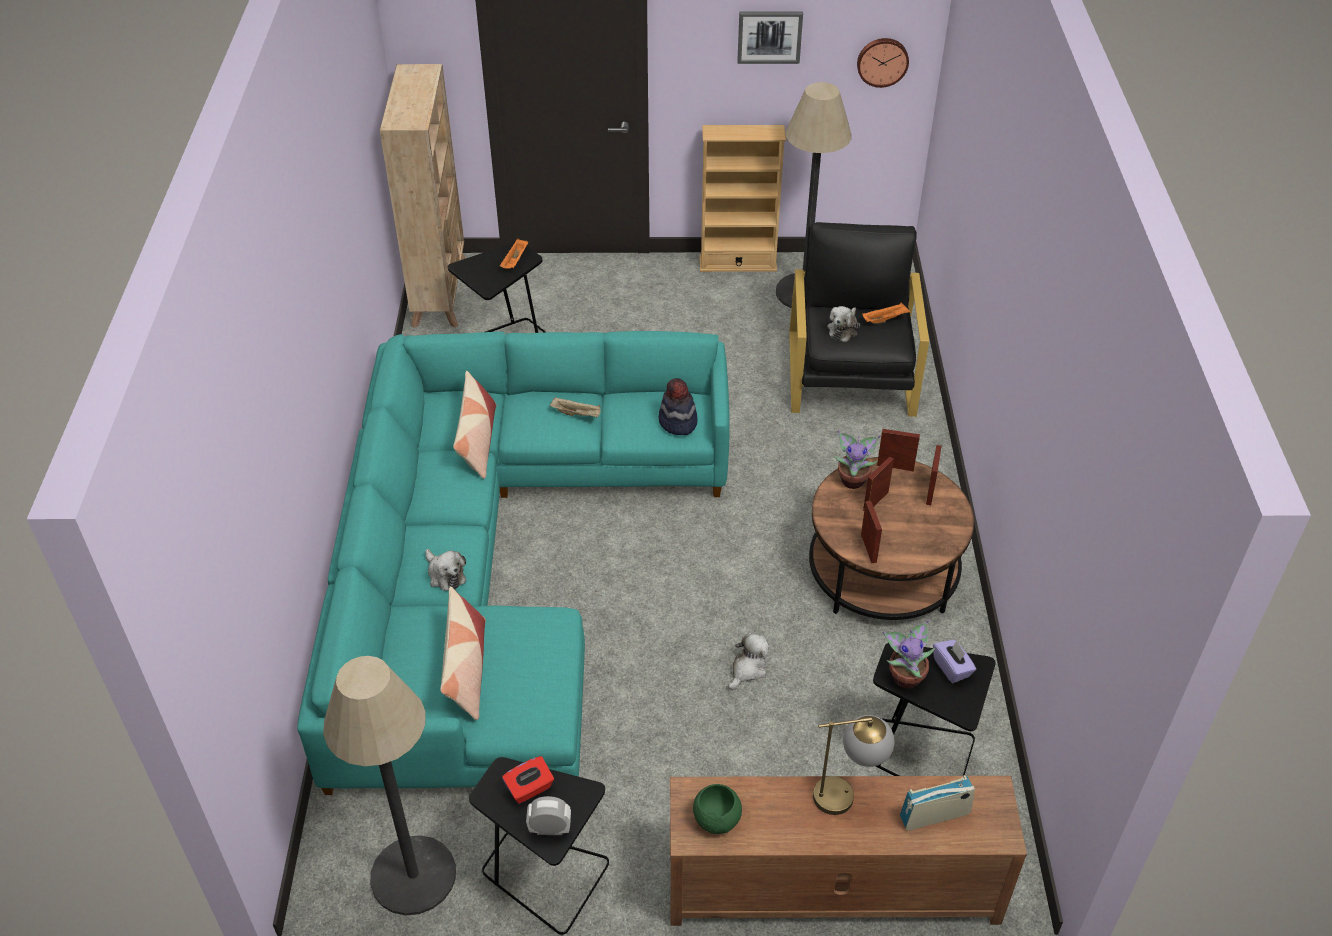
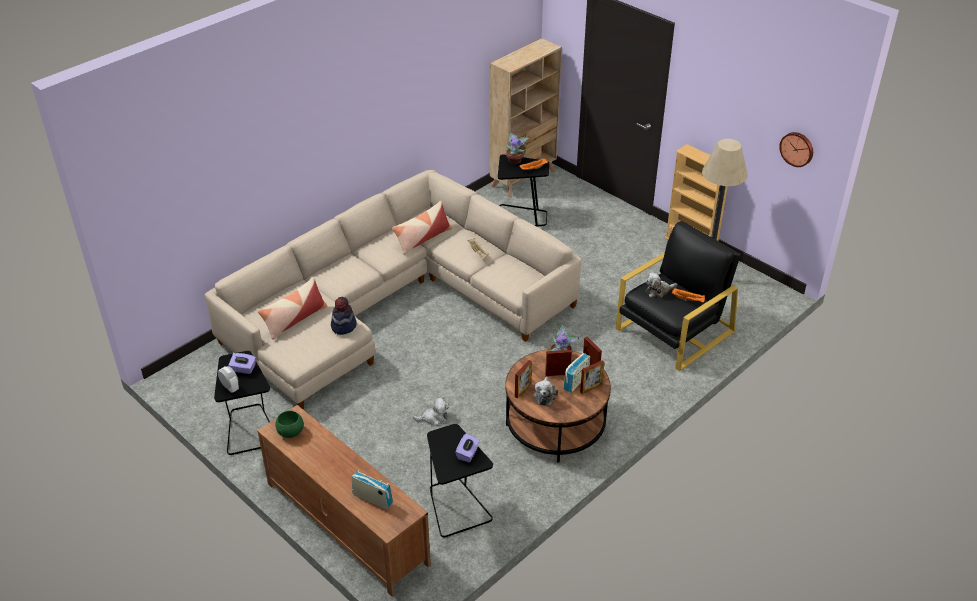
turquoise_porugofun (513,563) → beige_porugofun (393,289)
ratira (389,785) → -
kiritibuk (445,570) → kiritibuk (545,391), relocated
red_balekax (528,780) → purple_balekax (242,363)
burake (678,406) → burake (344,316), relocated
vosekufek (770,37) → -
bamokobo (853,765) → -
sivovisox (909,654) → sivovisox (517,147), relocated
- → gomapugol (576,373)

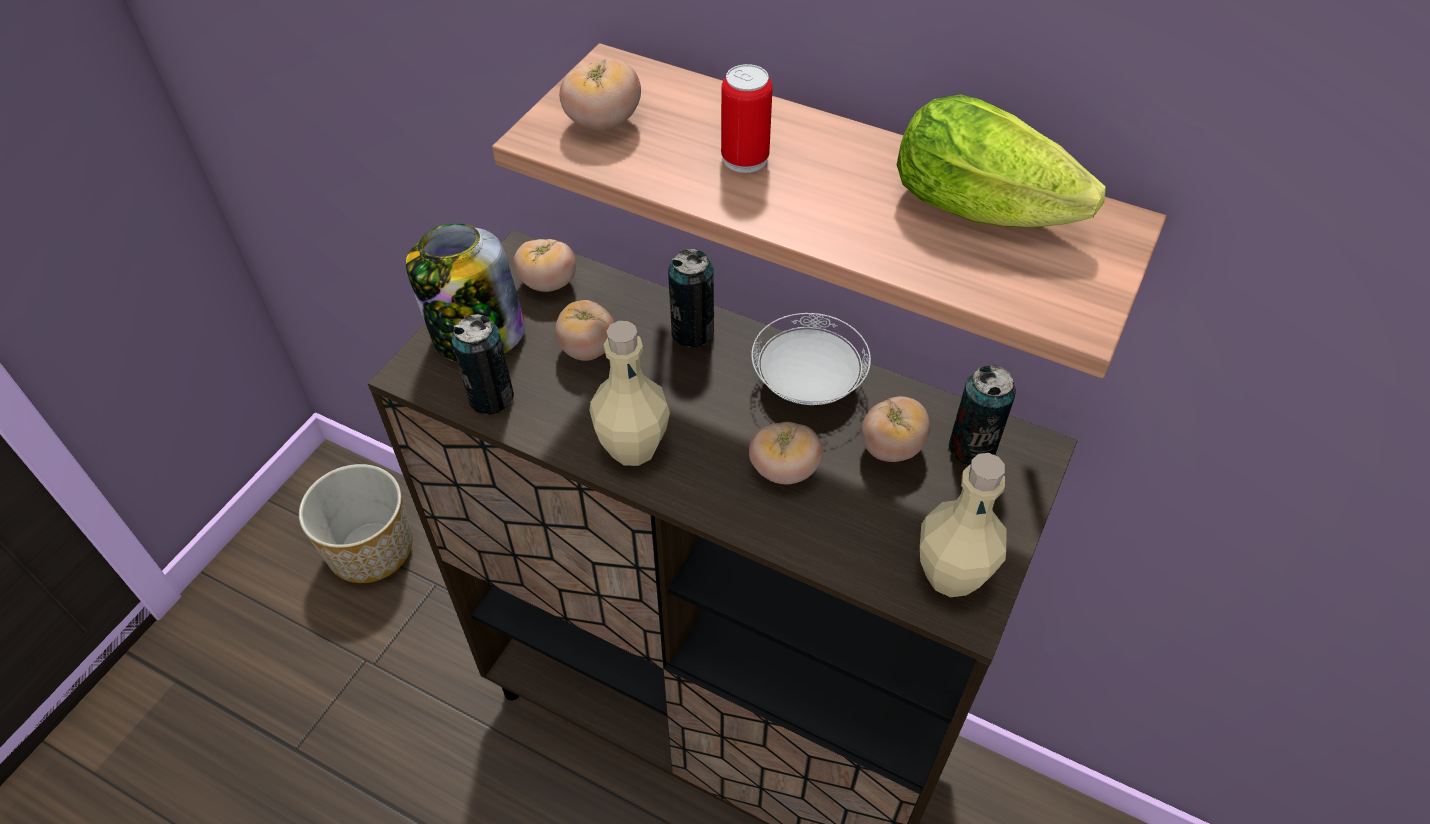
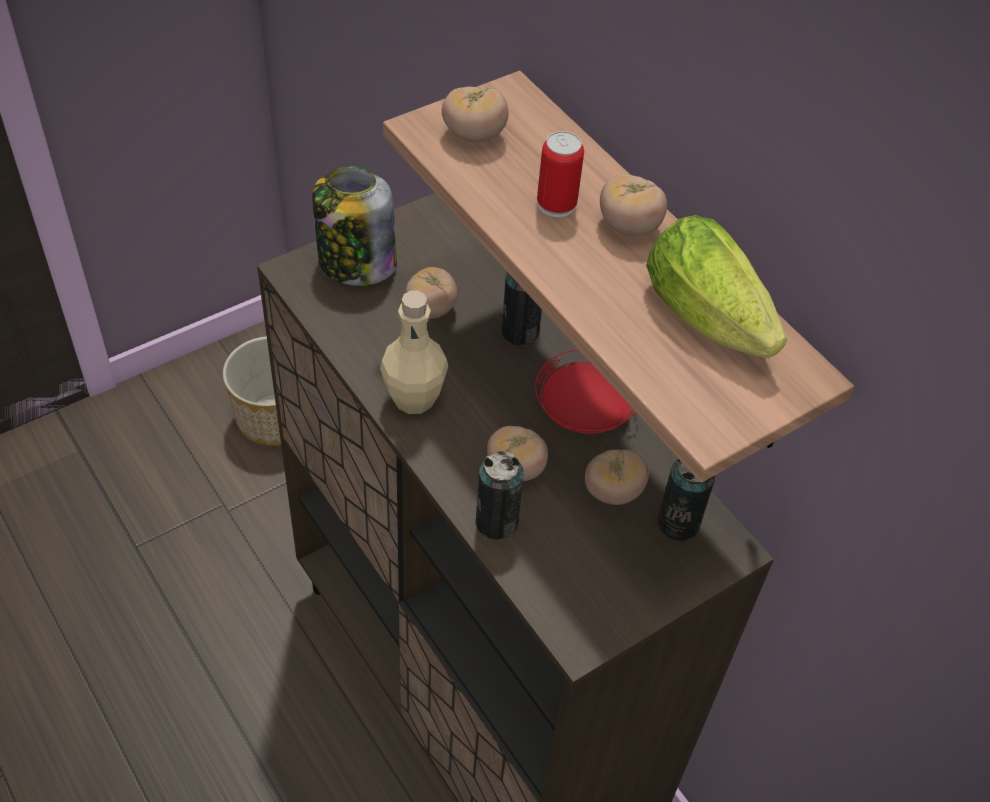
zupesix (482,364) → zupesix (499,495), relocated
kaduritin (544,265) → kaduritin (633,205), relocated
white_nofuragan (811,359) → red_nofuragan (585,391)
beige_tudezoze (963,525) → -

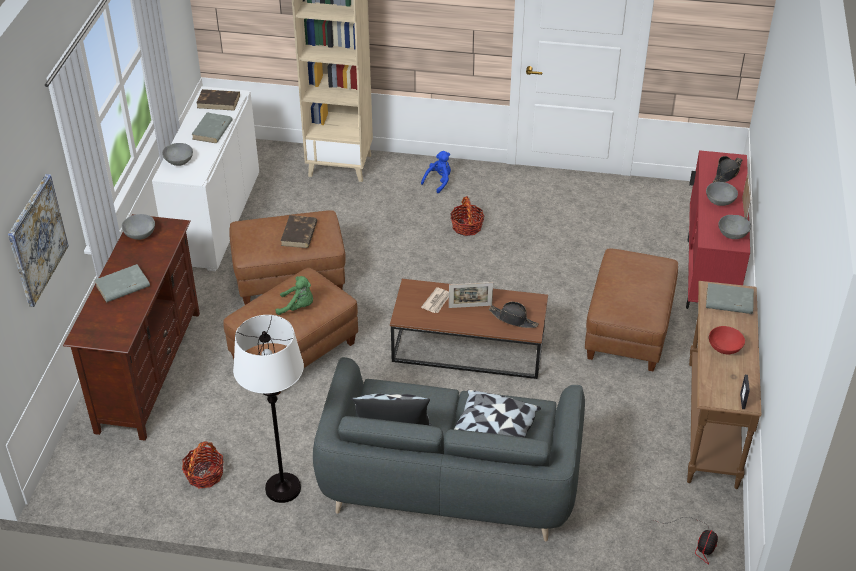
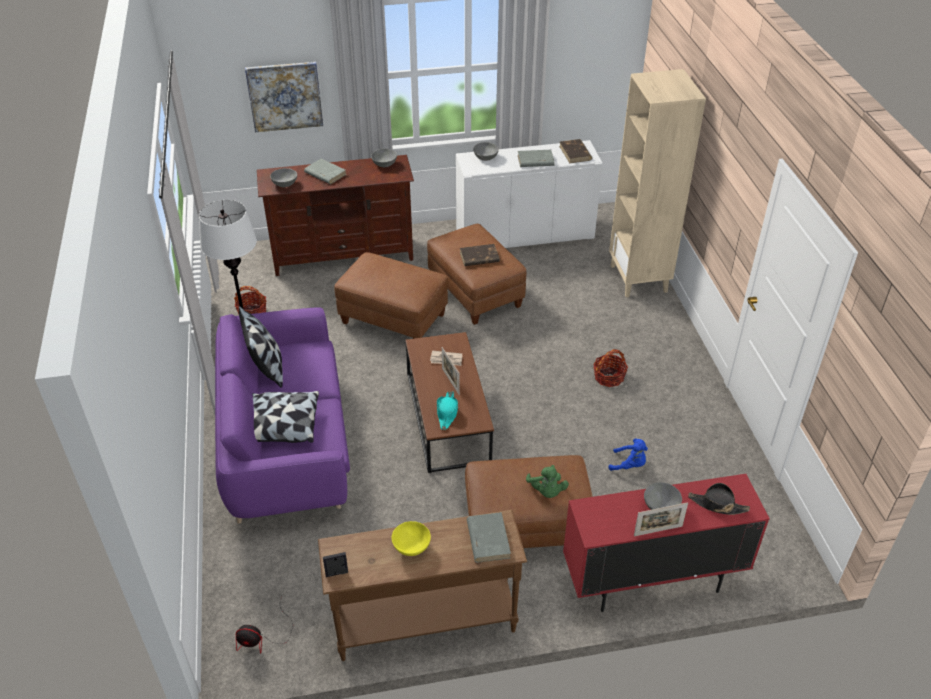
green_kiritibuk (294,295) → green_kiritibuk (547,481), relocated
grey_porugofun (449,449) → purple_porugofun (282,415)
blue_kiritibuk (436,172) → blue_kiritibuk (628,454), relocated
black_burake (514,315) → turquoise_burake (447,410)
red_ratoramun (727,340) → yellow_ratoramun (411,538)
grey_ratoramun (734,227) → grey_ratoramun (283,177), relocated

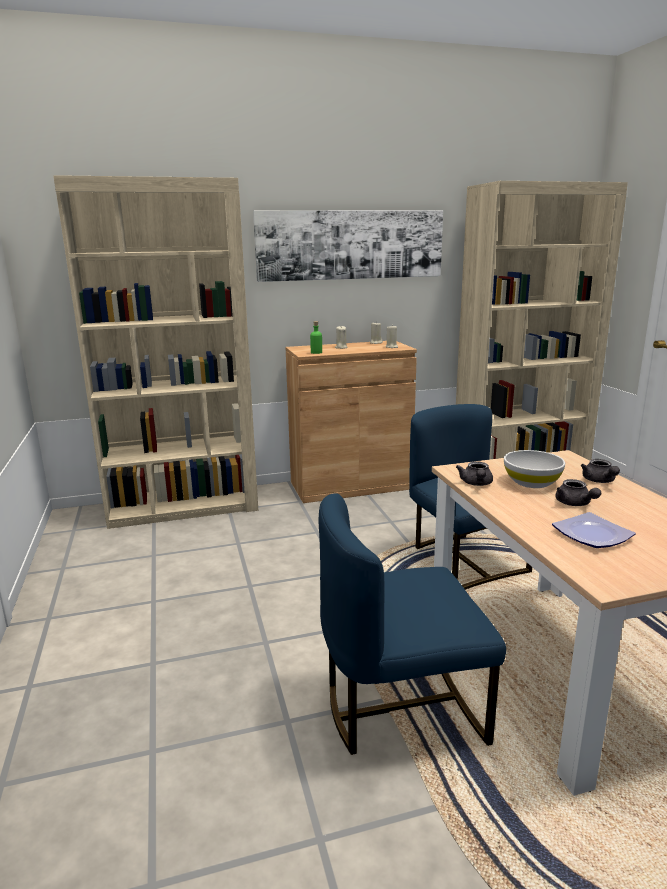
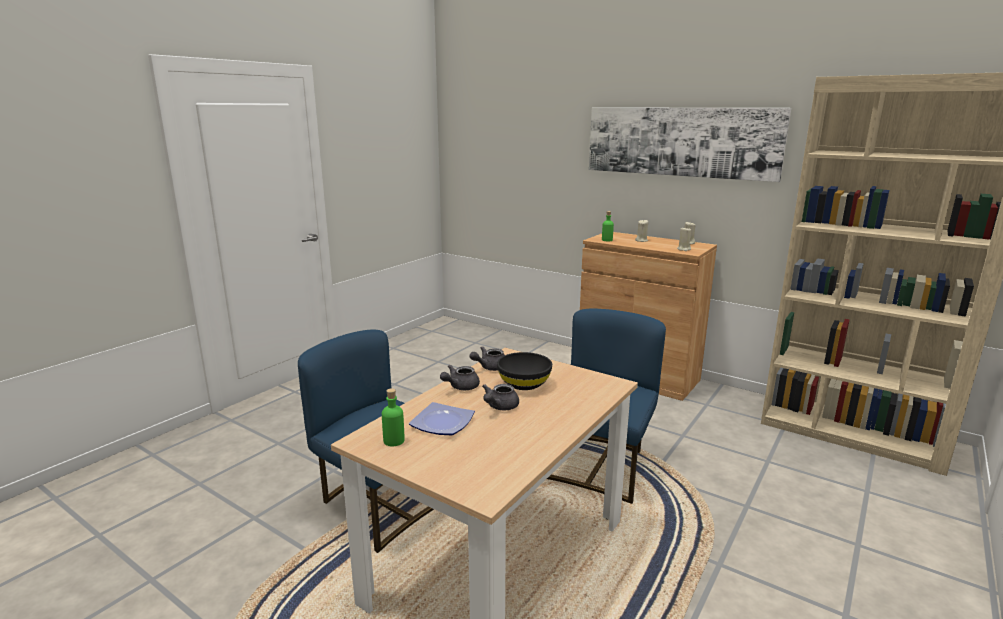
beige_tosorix (155,352) → -
white_ratoramun (534,469) → black_ratoramun (524,371)
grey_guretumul (600,471) → grey_guretumul (460,377), relocated
- → green_tudezoze (393,417)

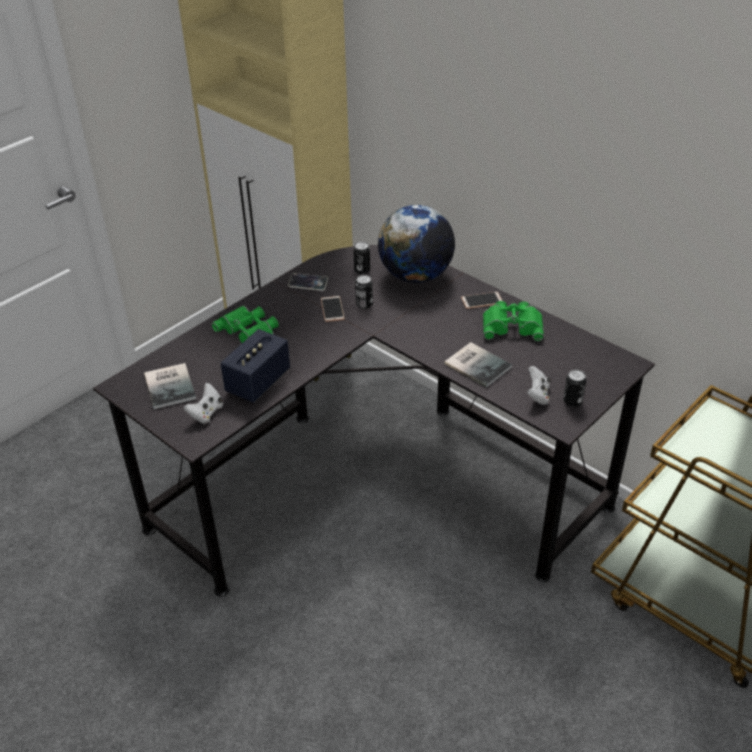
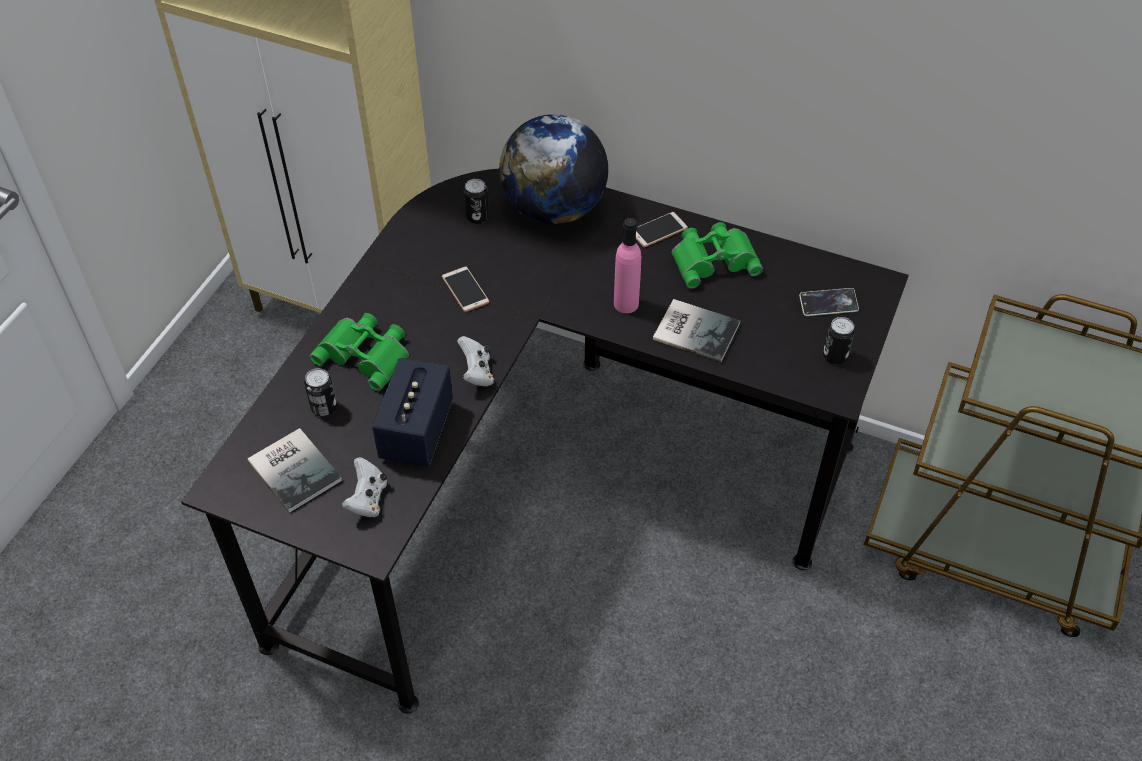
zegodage (308,282) → zegodage (829,302), relocated
zupesix (364,292) → zupesix (320,392), relocated
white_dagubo (539,385) → white_dagubo (475,361), relocated
- → pink_tudezoze (627,265)

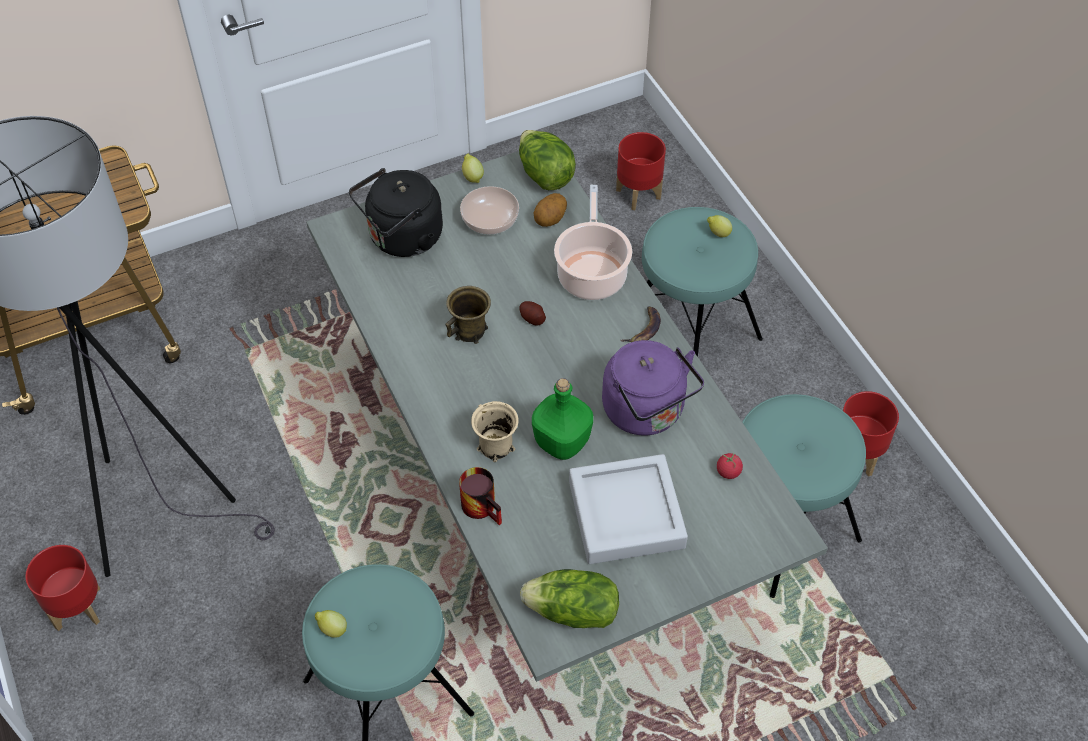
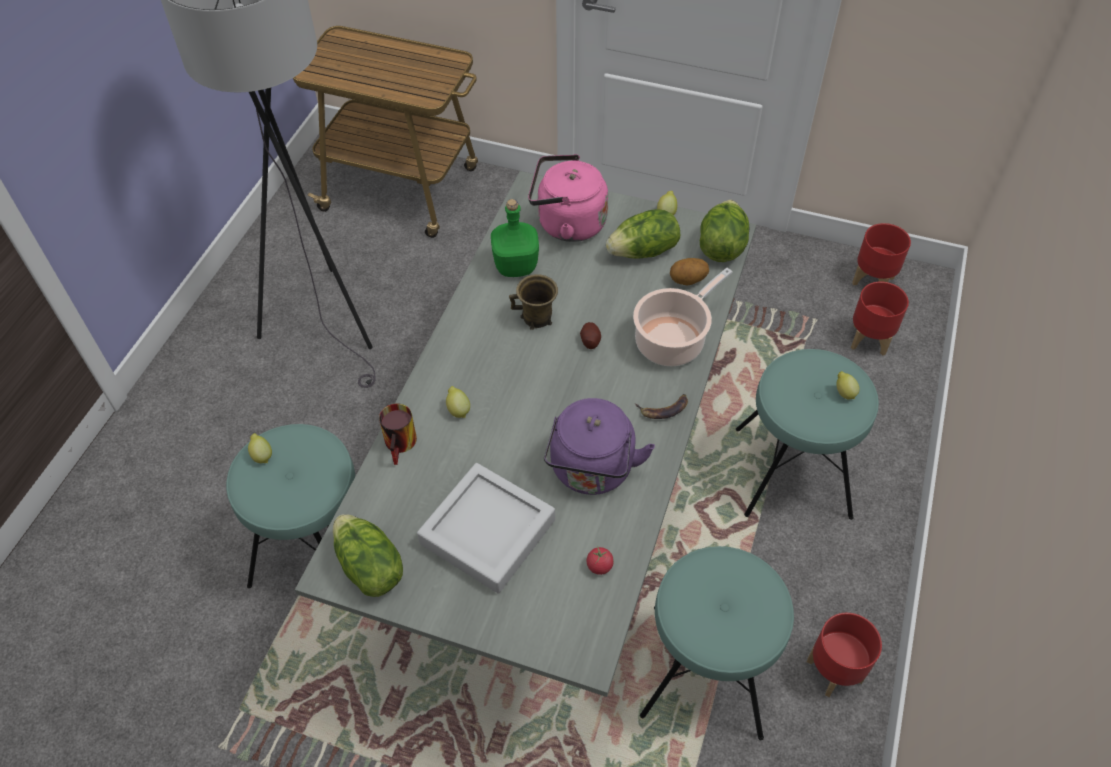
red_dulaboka (62,588) → red_dulaboka (881,254), relocated
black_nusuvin (396,212) → pink_nusuvin (568,198)
ratoramun (489,210) → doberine (643,234)
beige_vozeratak (495,431) → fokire (458,402)
green_tudezoze (562,419) → green_tudezoze (515,238), relocated

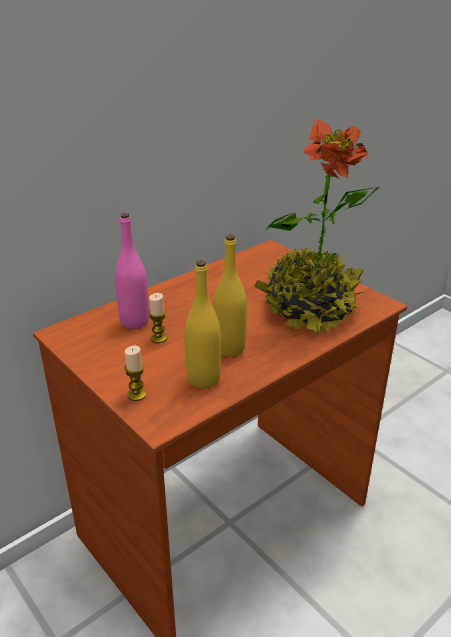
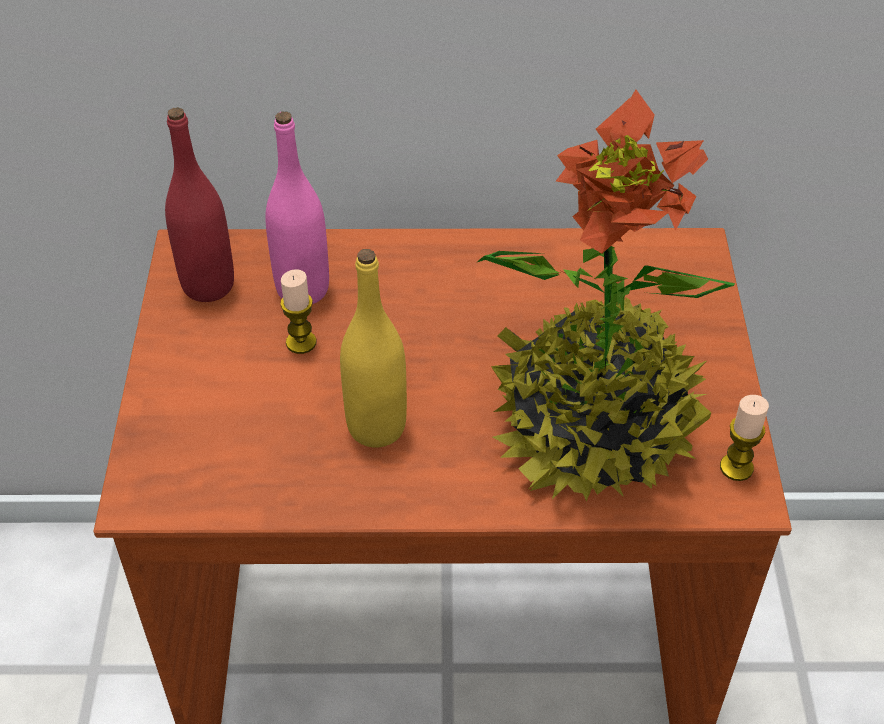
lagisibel (135,373) → lagisibel (744,438), relocated
yellow_tudezoze (203,324) → -
- → red_tudezoze (199,204)

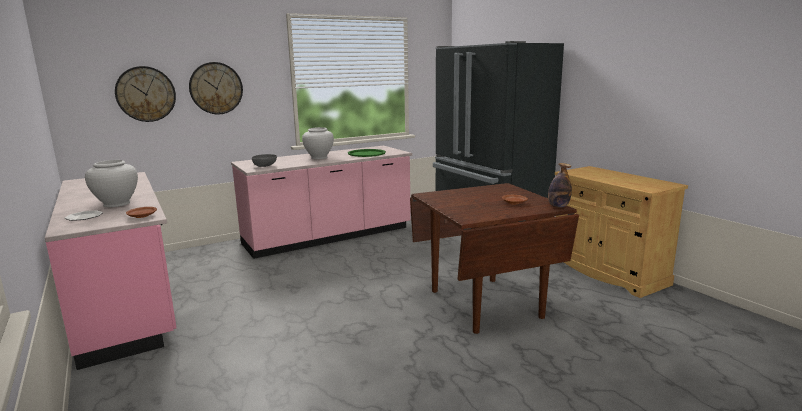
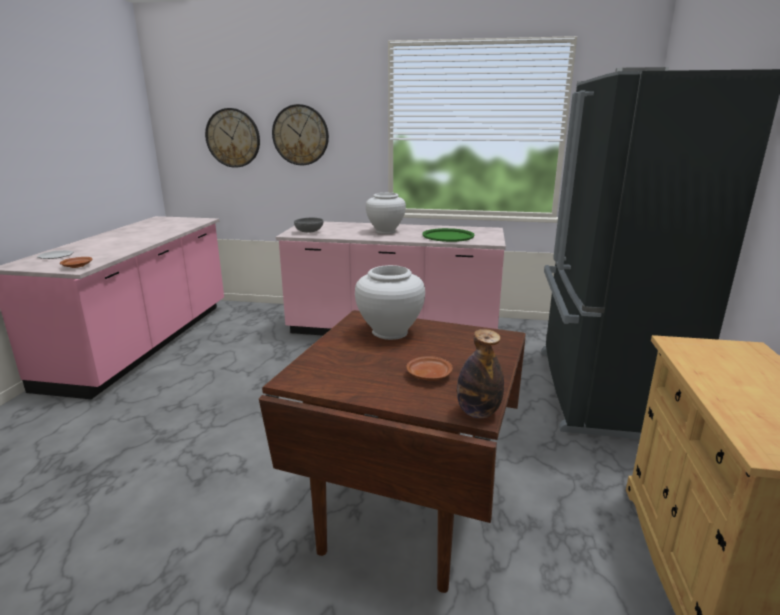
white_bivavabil (111,183) → white_bivavabil (390,302), relocated

